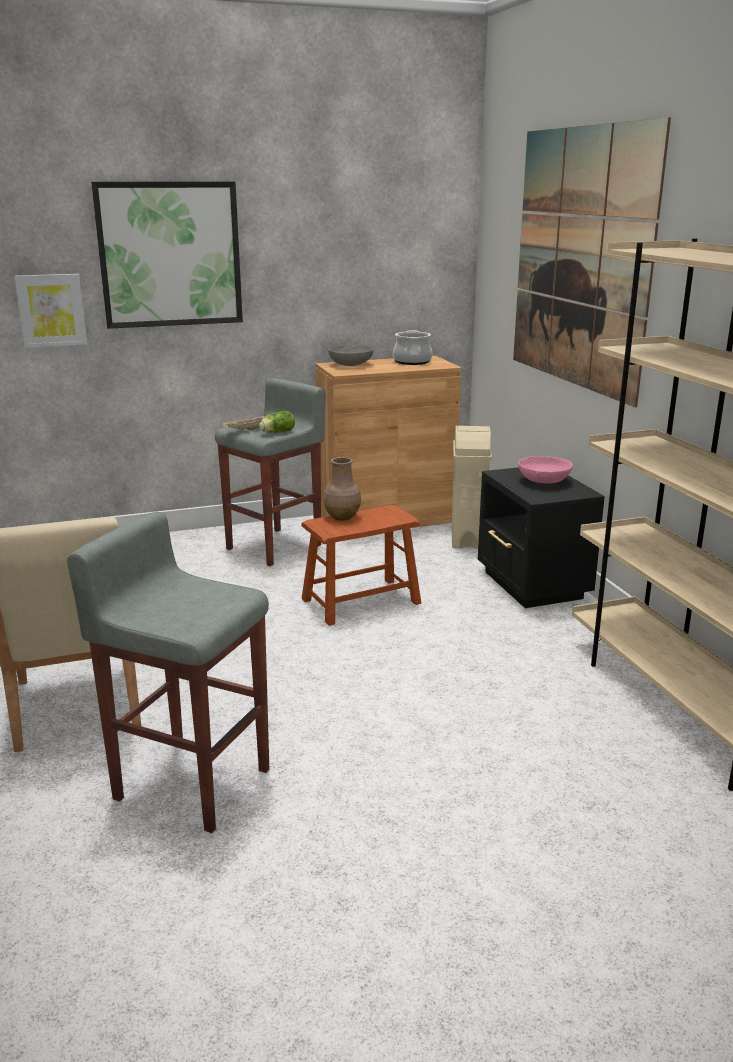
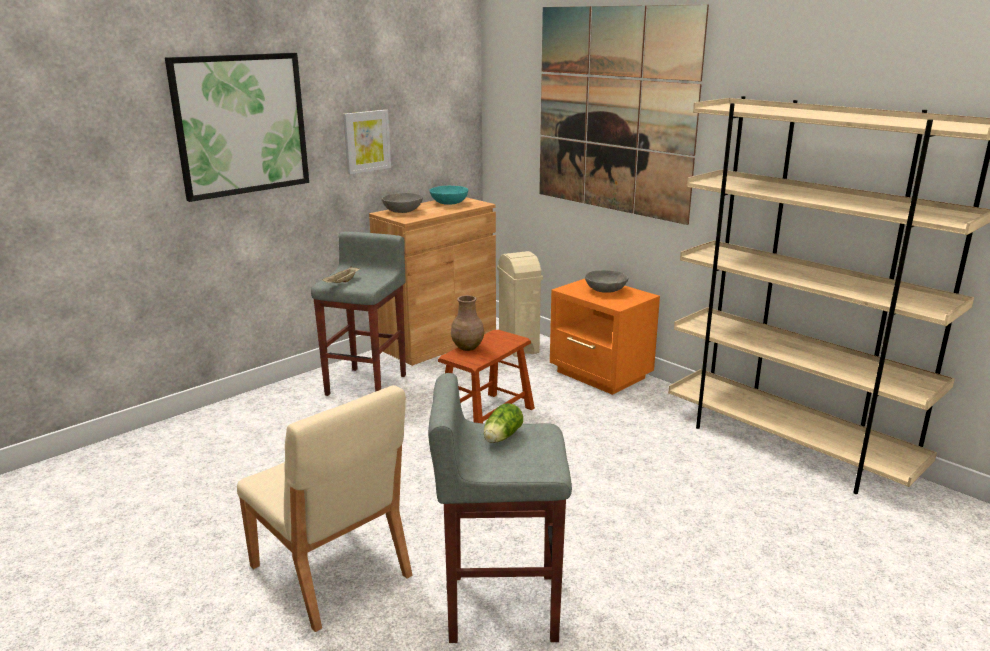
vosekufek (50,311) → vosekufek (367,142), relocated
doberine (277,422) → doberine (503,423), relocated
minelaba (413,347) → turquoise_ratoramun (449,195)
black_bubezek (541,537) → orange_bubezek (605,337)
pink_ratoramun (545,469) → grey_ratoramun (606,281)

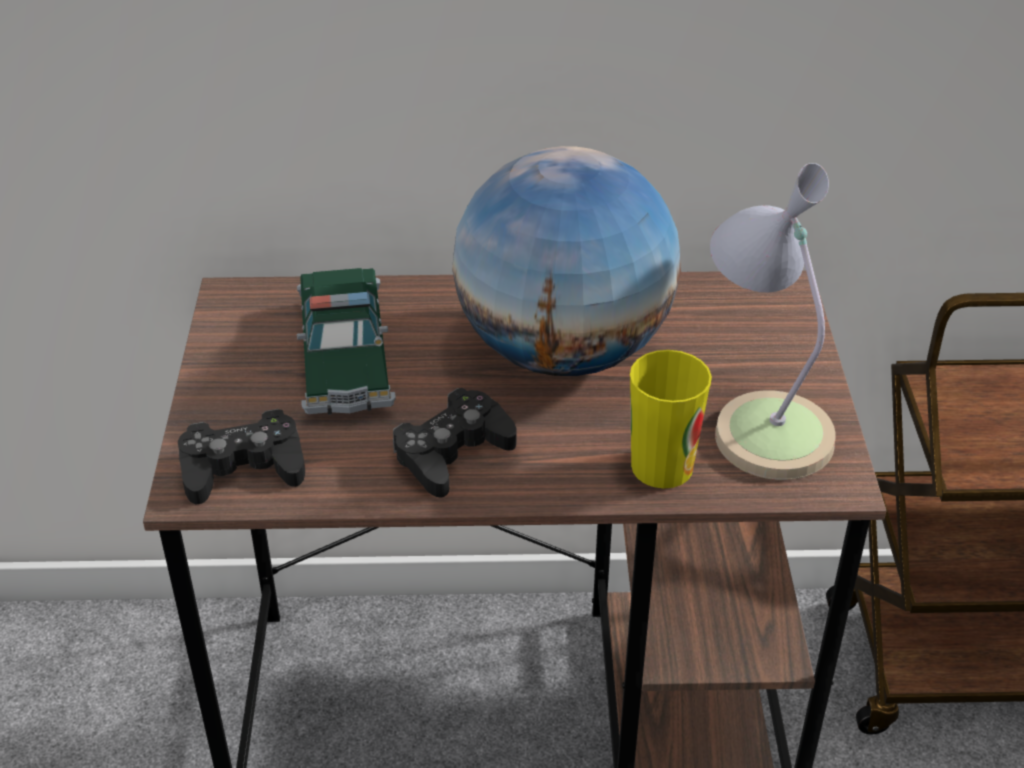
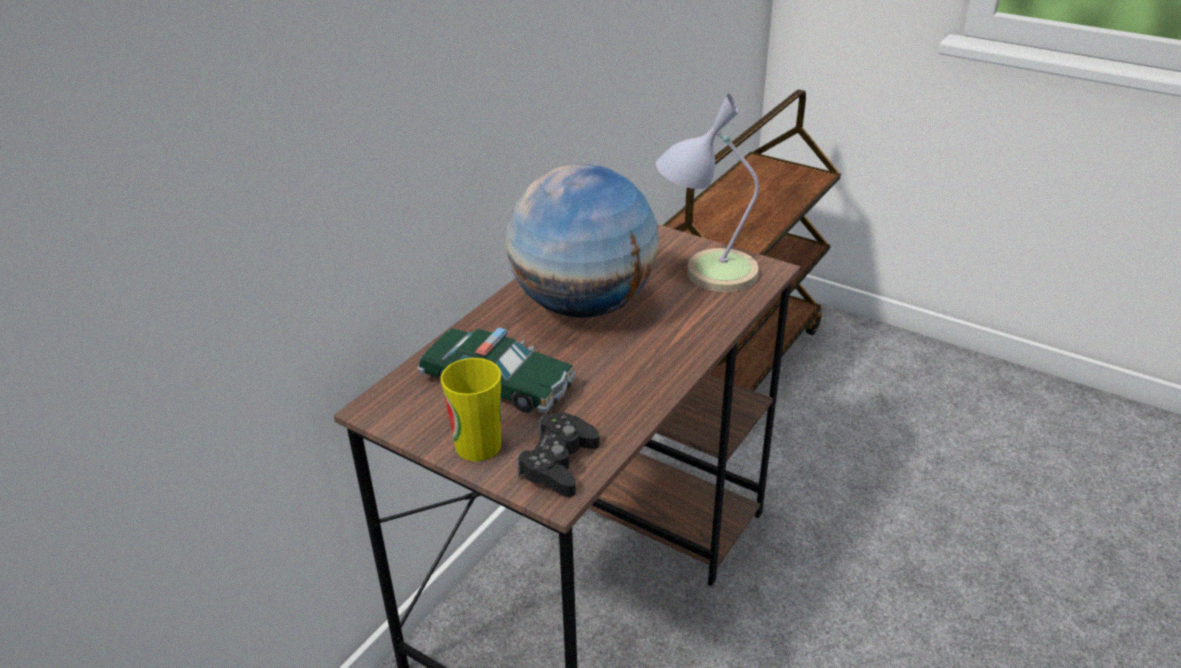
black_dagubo (455,443) → -
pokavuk (671,419) → pokavuk (471,409), relocated

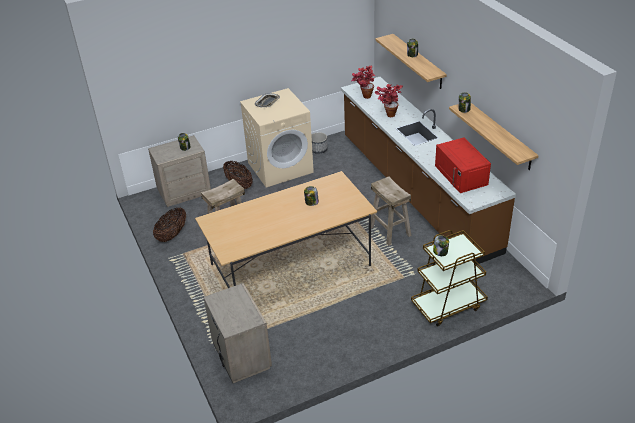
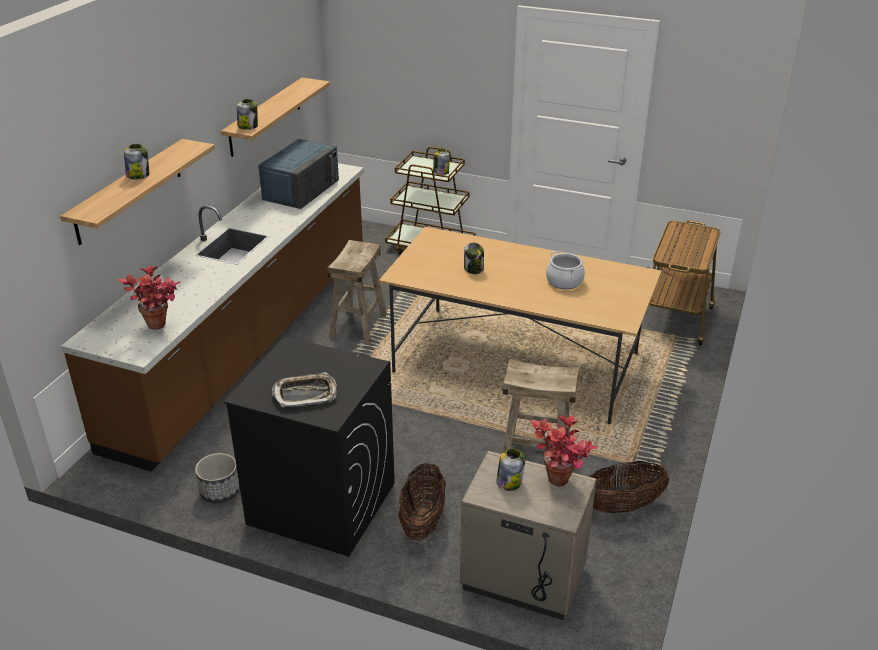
beige_bubezek (237,333) → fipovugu (681,282)
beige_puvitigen (277,138) → black_puvitigen (309,447)
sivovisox (389,100) → sivovisox (564,451), relocated
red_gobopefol (463,165) → blue_gobopefol (298,174)
- → minelaba (565,270)

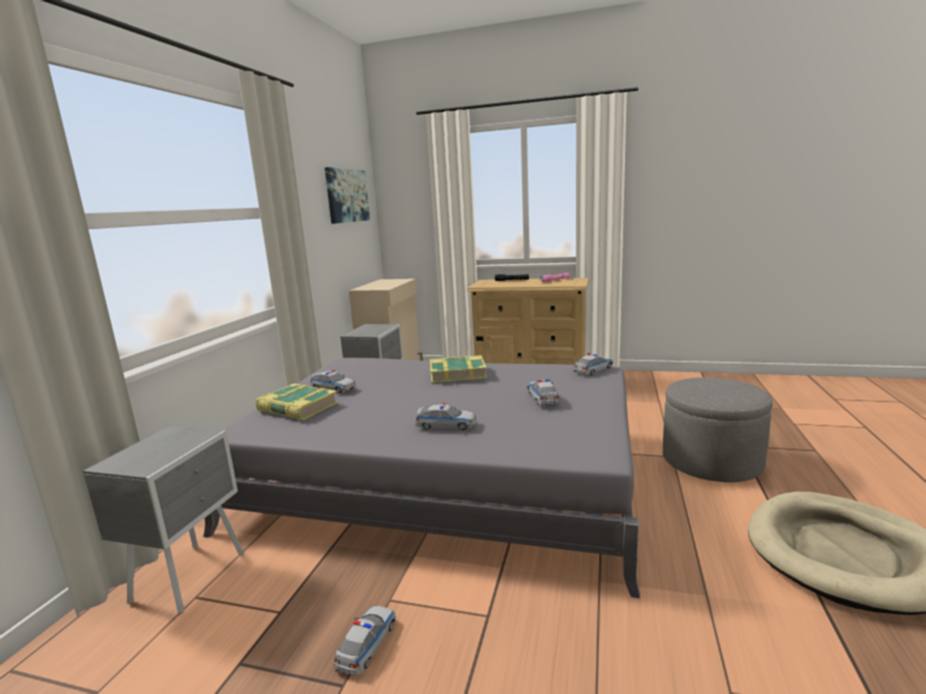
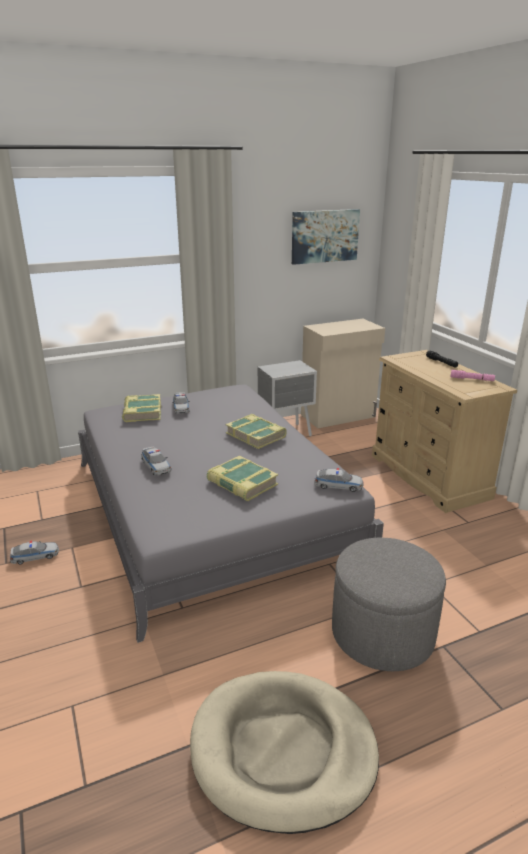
grey_bubezek (163,520) → -
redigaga (543,392) → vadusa (242,478)

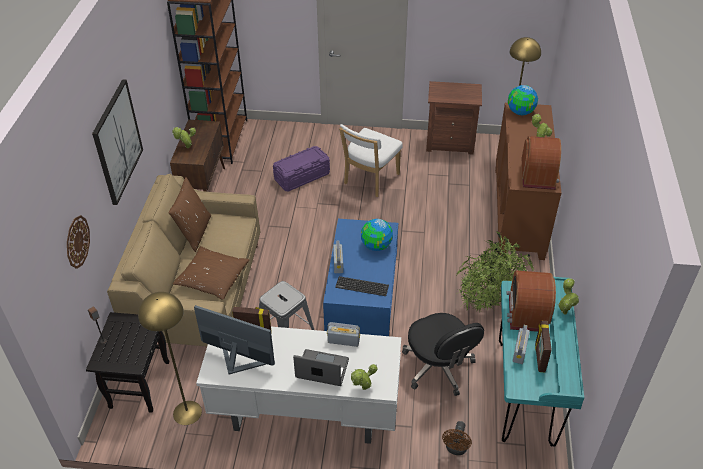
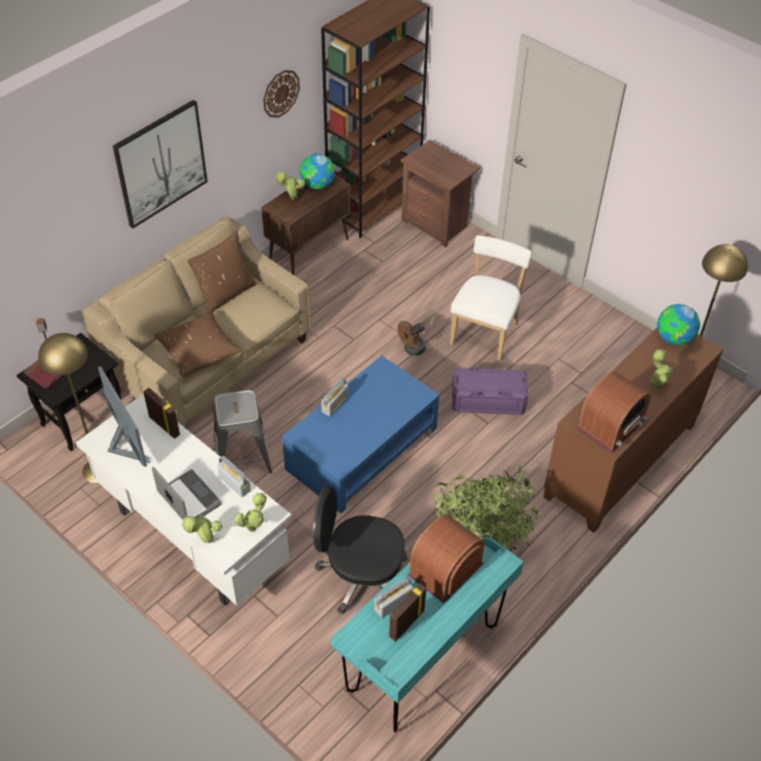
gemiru (78,242) → gemiru (281,94), relocated
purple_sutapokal (301,169) → purple_sutapokal (490,391), relocated
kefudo (362,286) → -
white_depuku (371,160) → white_depuku (491,297), 135 degrees clockwise
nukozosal (377,235) → nukozosal (317,171), relocated
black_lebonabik (443,354) → black_lebonabik (360,550), 90 degrees clockwise
brown_bubezek (454,118) → brown_bubezek (440,193), relocated
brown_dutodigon (457,438) → brown_dutodigon (411,338), relocated
sivovisox (568,296) → sivovisox (250,512), relocated
- → red_vadusa (42,374)

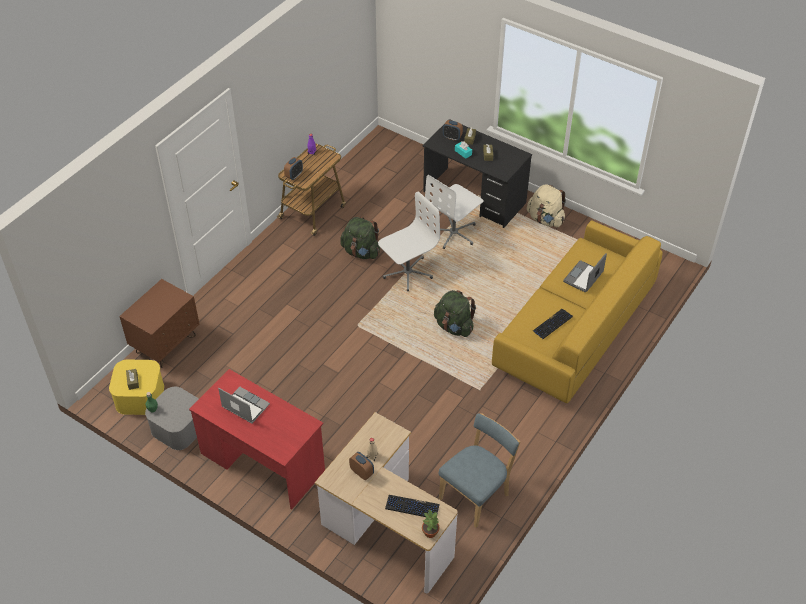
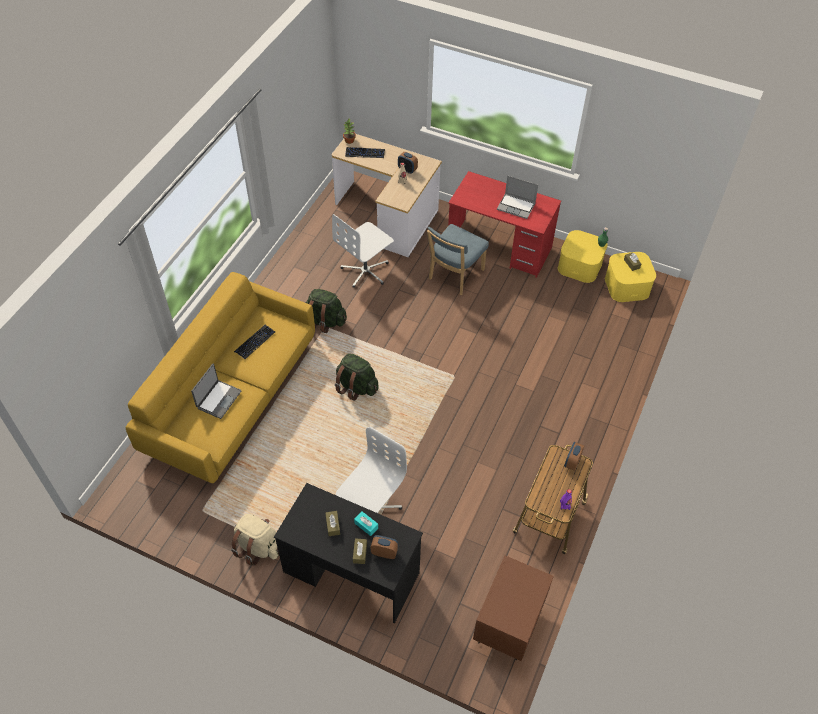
brown_bubezek (159,323) → brown_bubezek (513,608), relocated
grey_sutapokal (172,418) → yellow_sutapokal (583,256)
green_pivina (360,238) → green_pivina (326,311), relocated
white_lebonabik (409,241) → white_lebonabik (363,251), relocated
blue_depuku (479,470) → blue_depuku (458,259), relocated

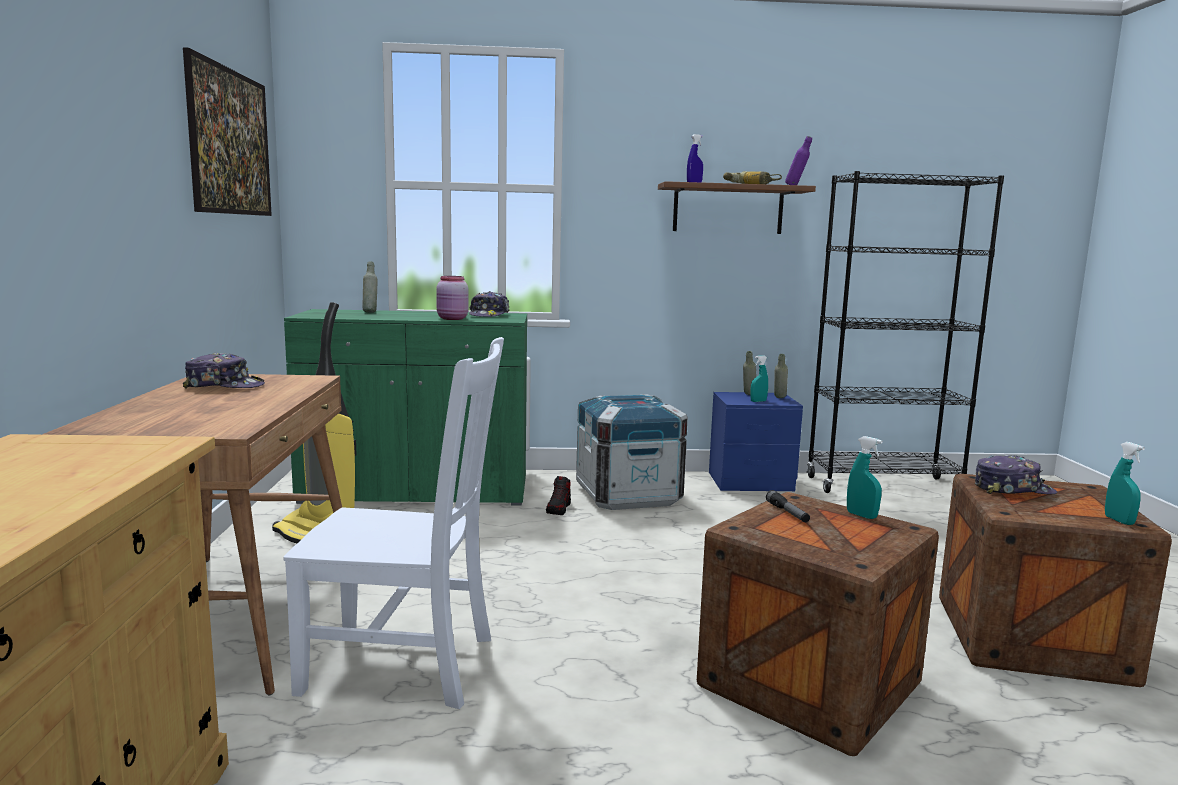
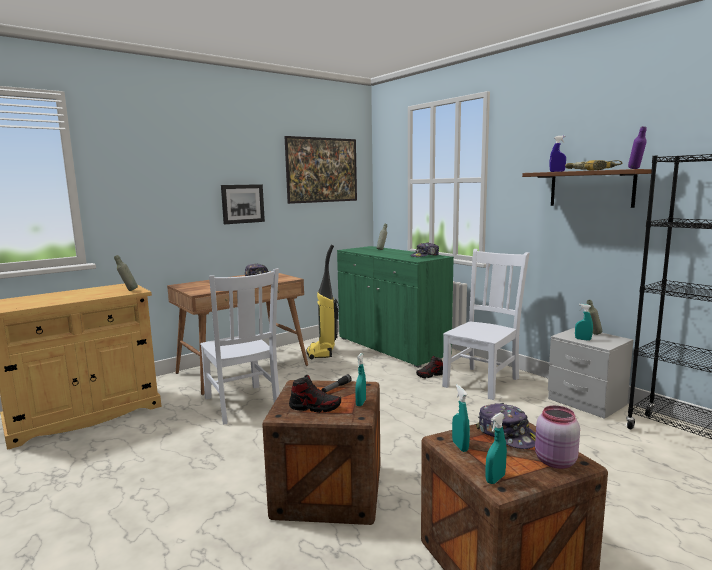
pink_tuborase (452,298) → pink_tuborase (557,437), relocated
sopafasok (632,452) → white_depuku (486,324)
blue_bubezek (756,441) → grey_bubezek (590,373)
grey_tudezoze (781,376) → grey_tudezoze (126,273), relocated
- → vosekufek (243,204)
- → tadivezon (315,394)
- → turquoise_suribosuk (461,418)

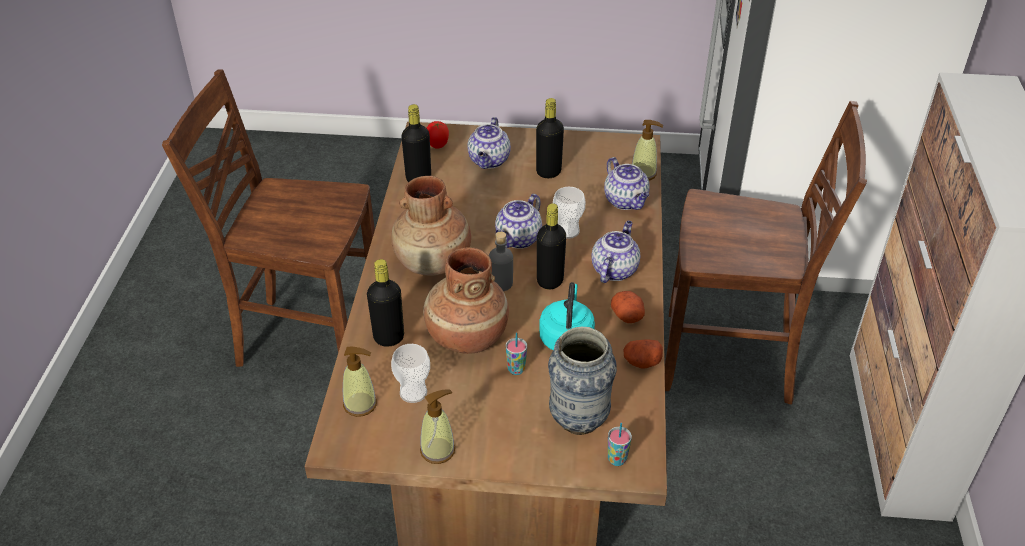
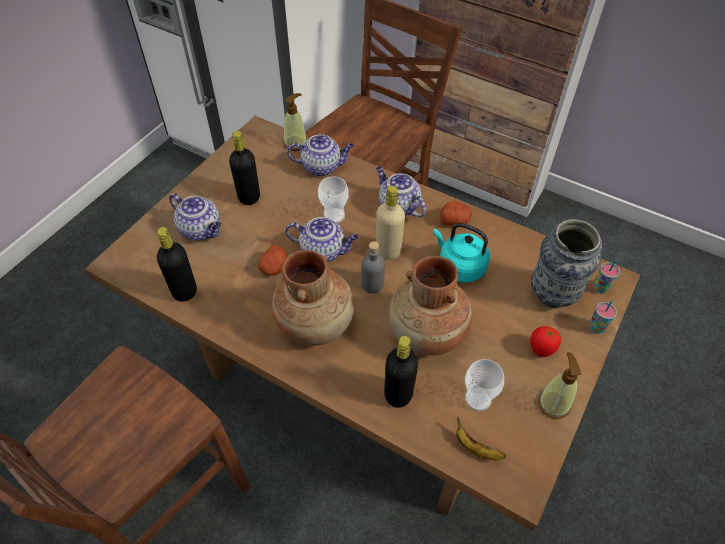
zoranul (360,382) → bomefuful (481,438)
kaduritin (438,134) → kaduritin (545,341), relocated
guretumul (518,221) → guretumul (321,239), 45 degrees counterclockwise
pokavuk (516,353) → pokavuk (603,317), relocated
black_tudezoze (551,246) → beige_tudezoze (390,223)
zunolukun (643,354) → zunolukun (273,260), relocated

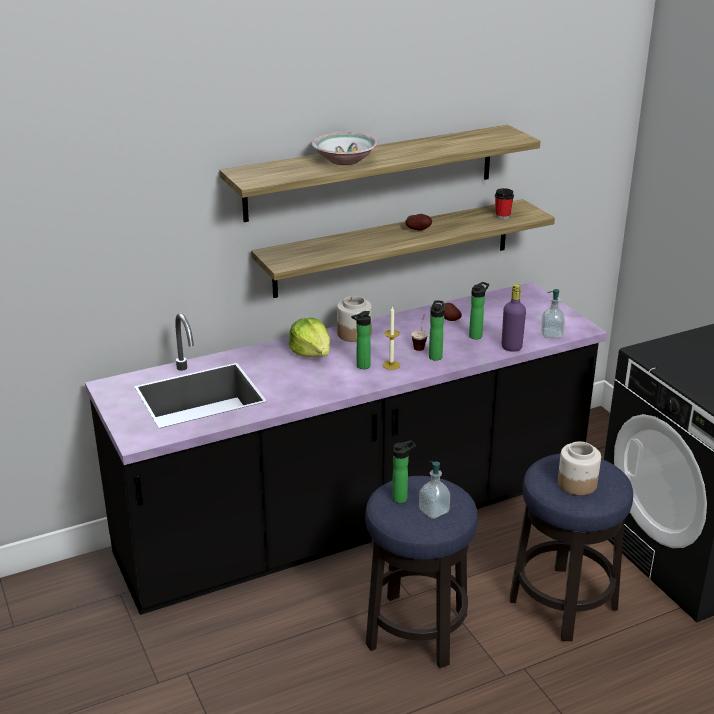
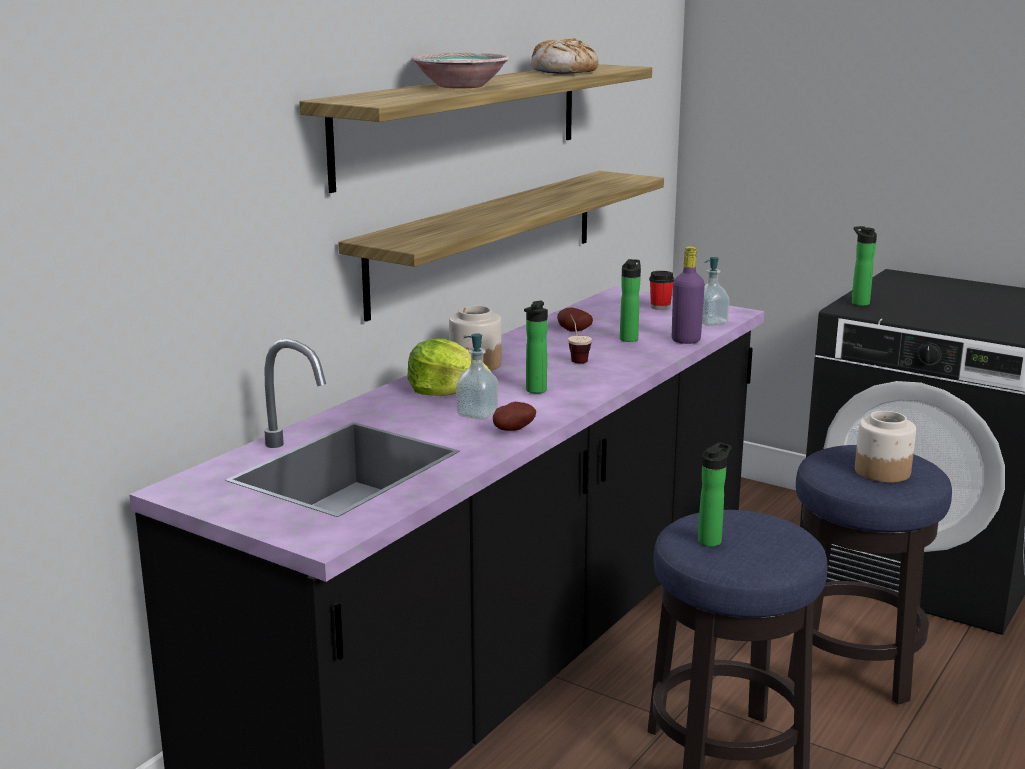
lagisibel (391,338) → -
zunolukun (418,222) → zunolukun (514,416), relocated
zoranul (434,490) → zoranul (477,376), relocated
tudezoze (437,330) → tudezoze (864,266), relocated
pokavuk (504,203) → pokavuk (661,290), relocated
- → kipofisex (565,56)

